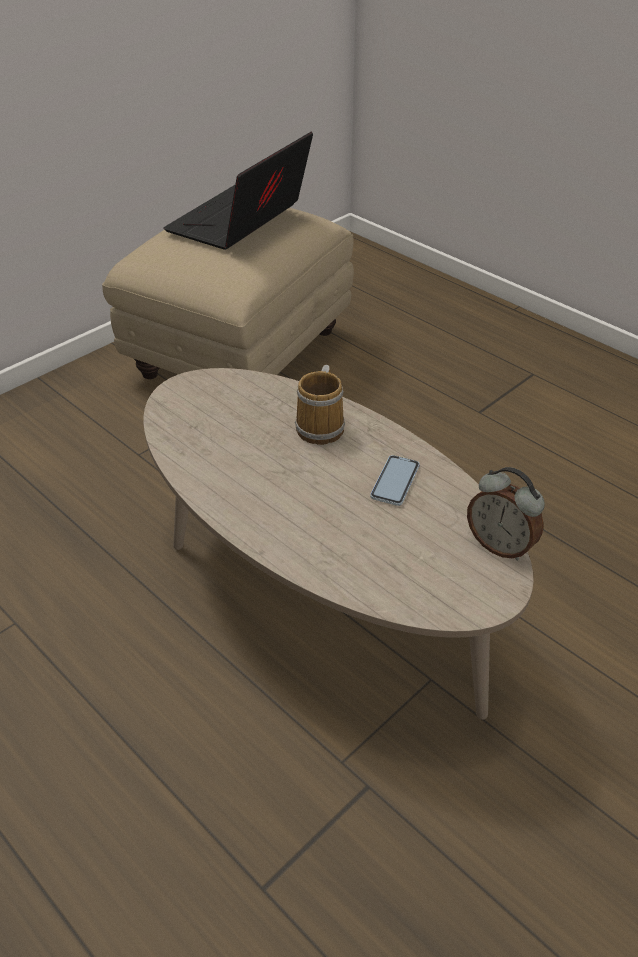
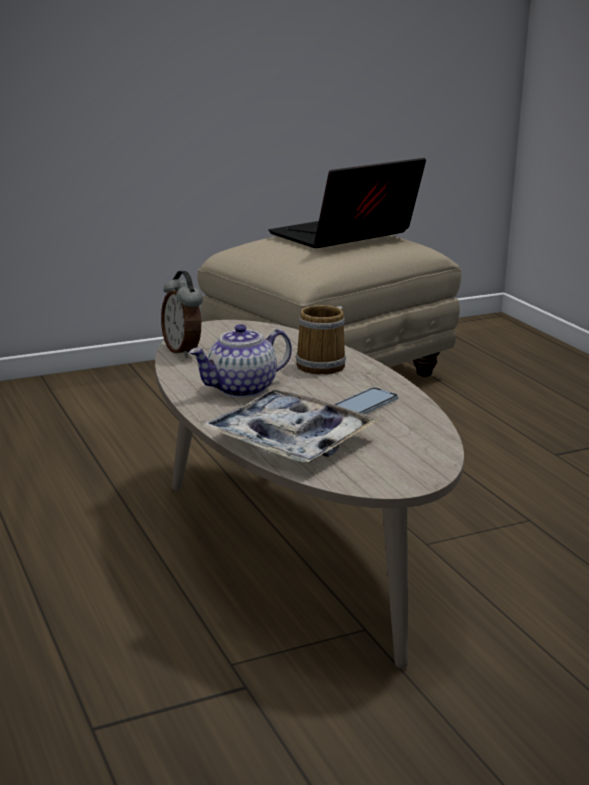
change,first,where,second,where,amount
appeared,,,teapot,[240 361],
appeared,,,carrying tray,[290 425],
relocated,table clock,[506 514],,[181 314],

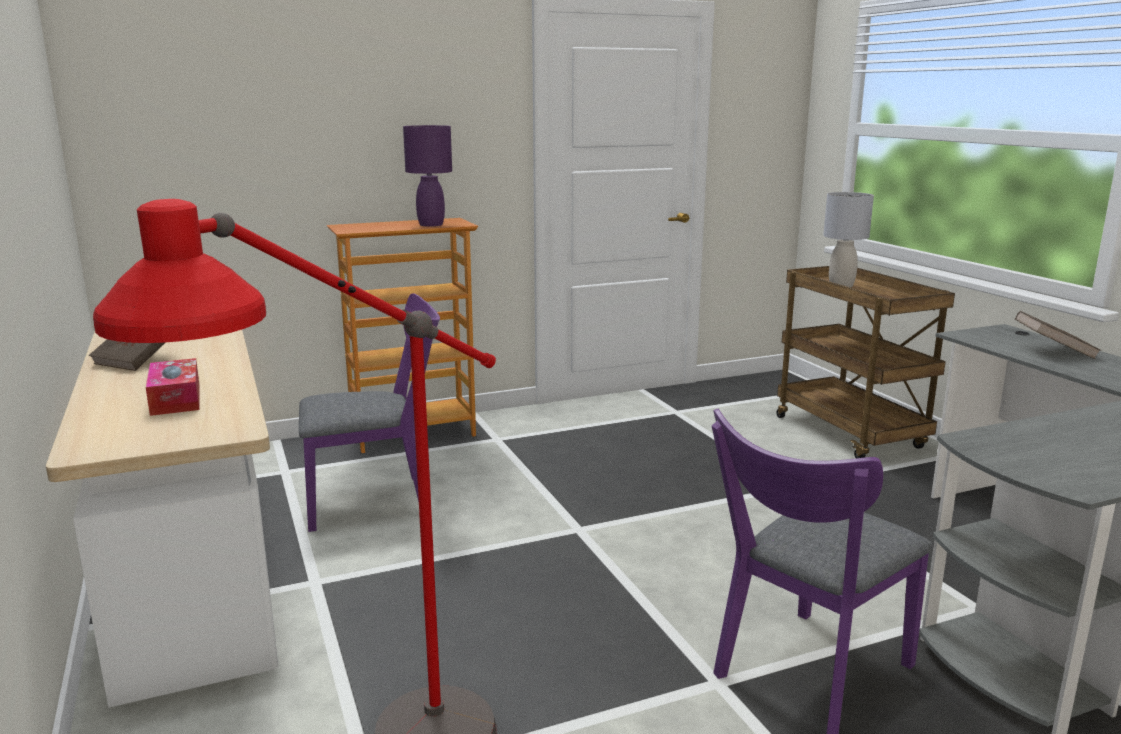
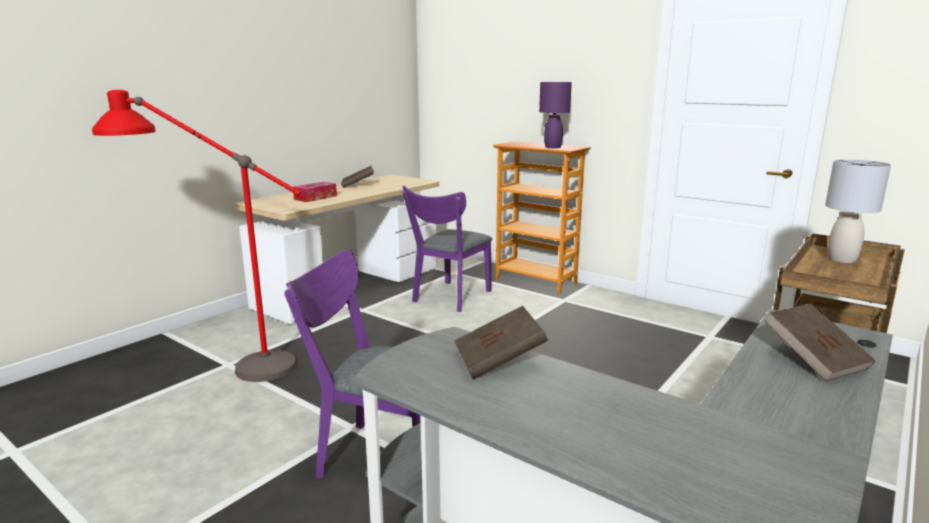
change,first,where,second,where,amount
appeared,,,bound book/brown-coloured,[501 342],
spun,plain chair/purplish,[369 412],,[447 249],75 degrees clockwise

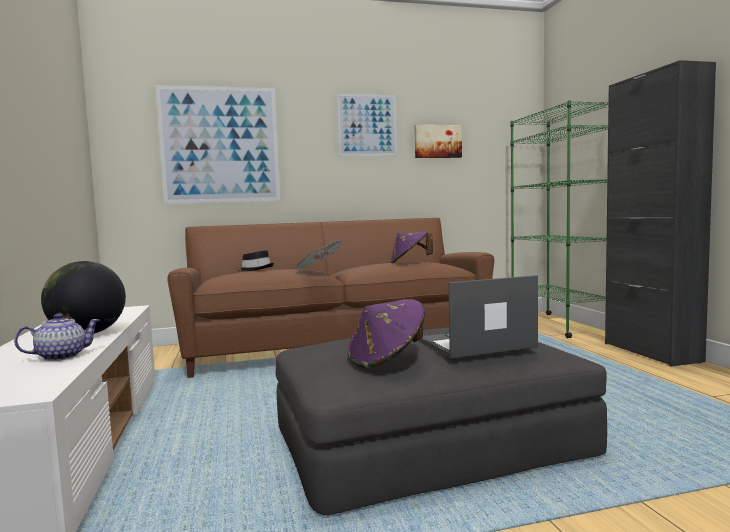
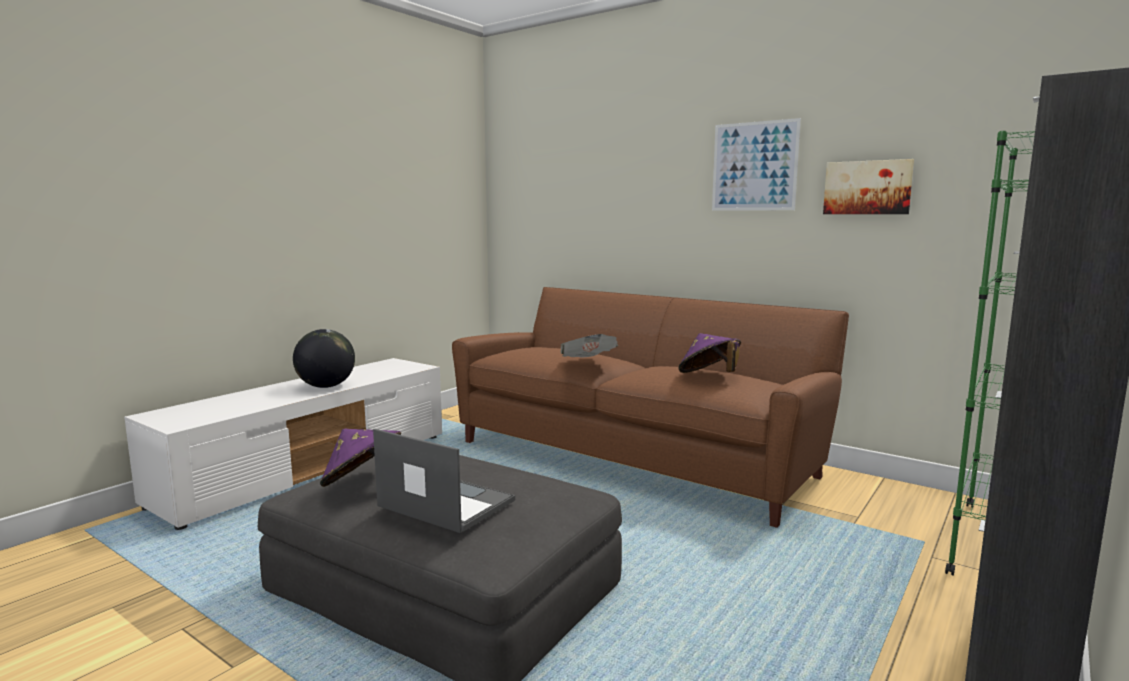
change,first,where,second,where,amount
missing,teapot,[57 337],,,
missing,picture,[217 144],,,
missing,hat/black-coloured,[255 261],,,

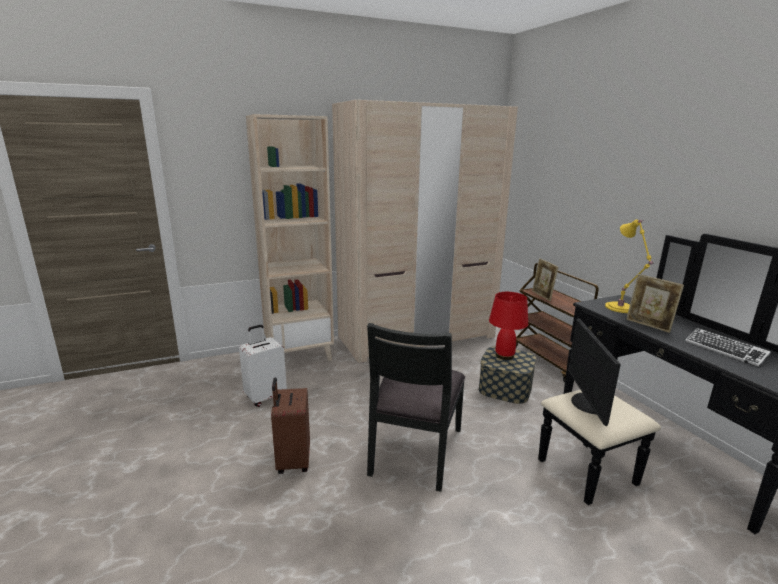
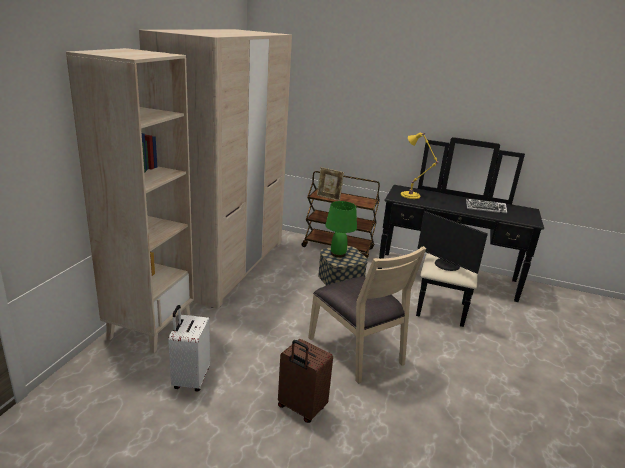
change,first,where,second,where,amount
missing,standing frame,[655 303],,,
colour,plain chair/black-coloured,[416 407],plain chair/beige,[367 315],
colour,lamp for a table/red,[508 326],lamp for a table/greenish,[341 229],

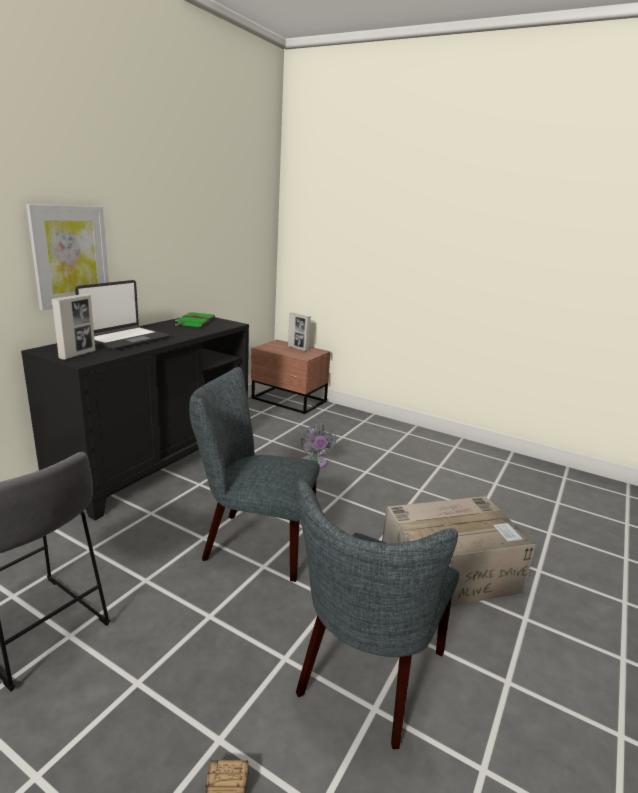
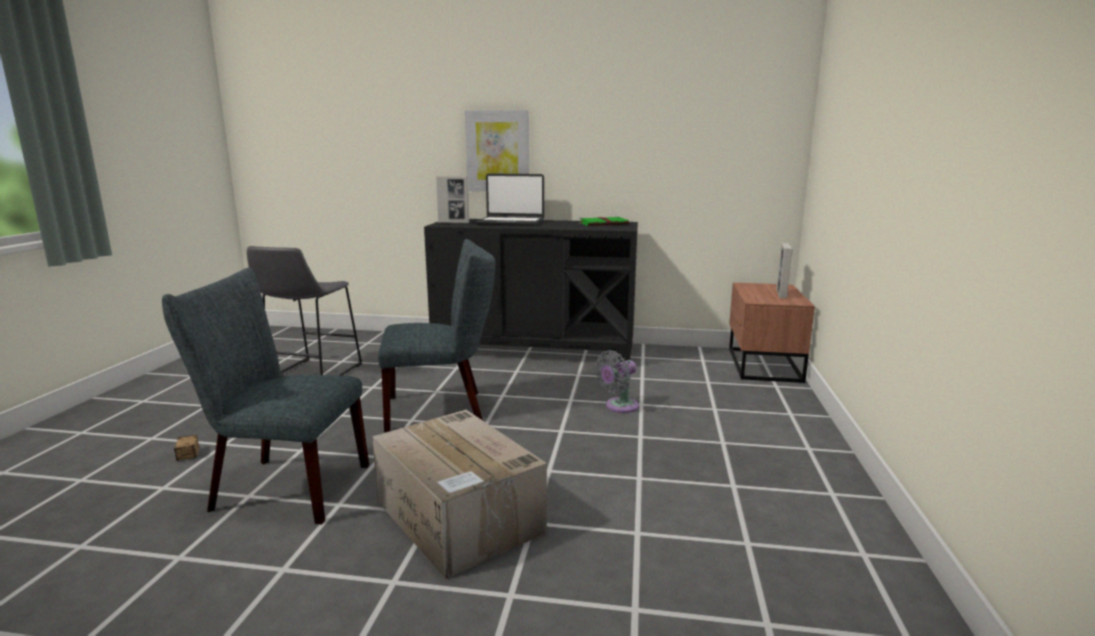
change,first,where,second,where,amount
spun,plain chair/gray,[254 474],,[436 335],90 degrees clockwise

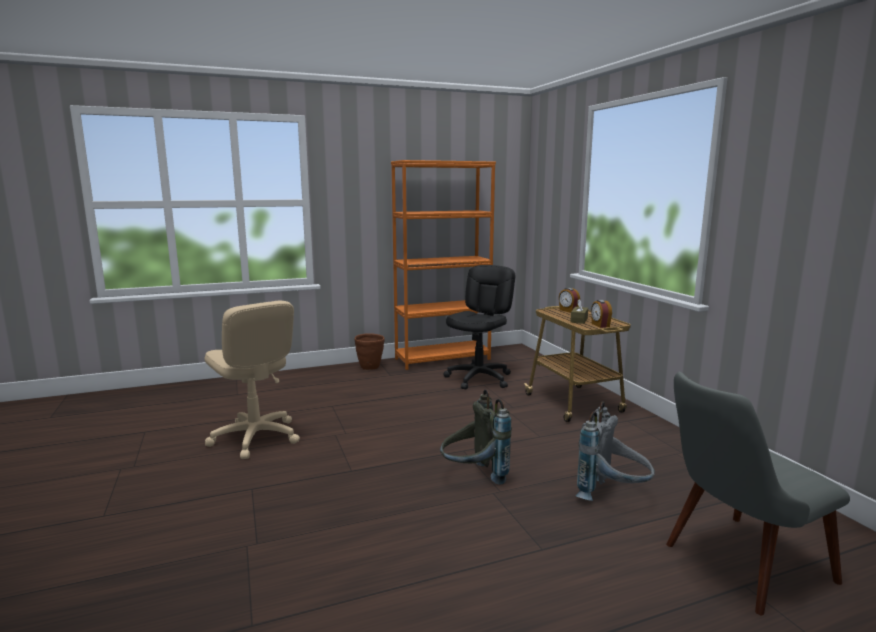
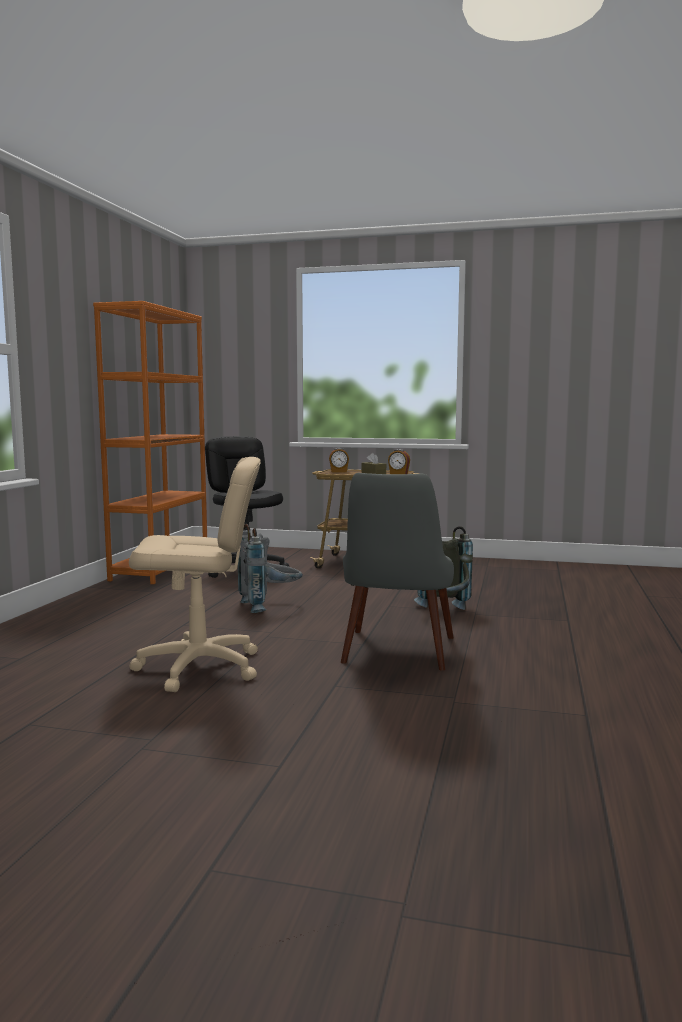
change,first,where,second,where,amount
missing,plant pot/brown-coloured,[369 351],,,
relocated,knapsack/gray,[615 451],,[270 568],
relocated,plain chair/gray,[758 493],,[397 572],

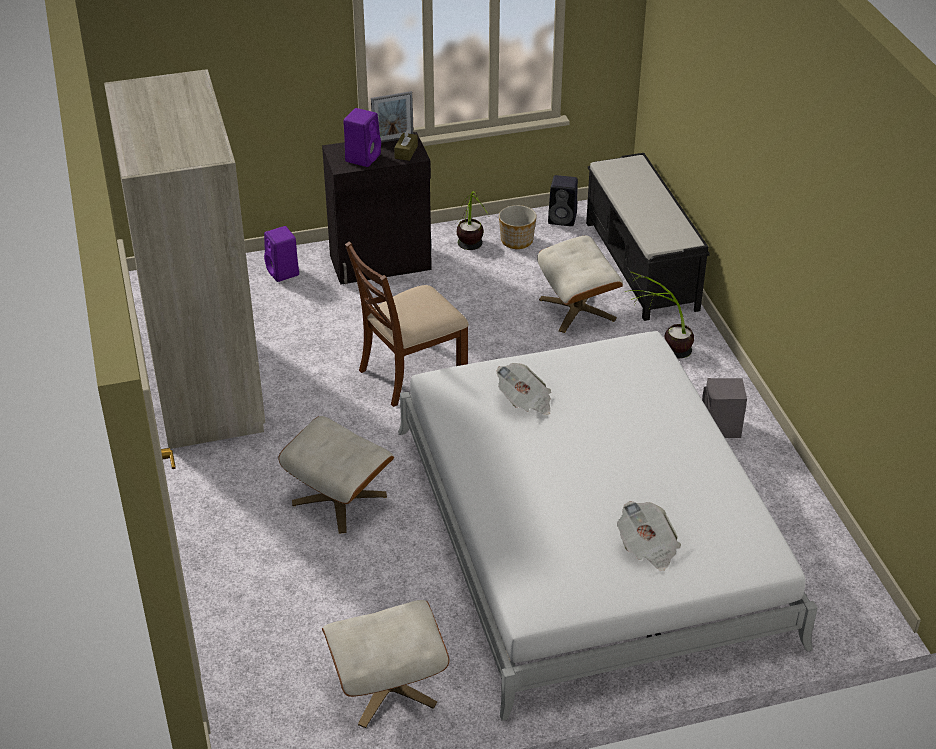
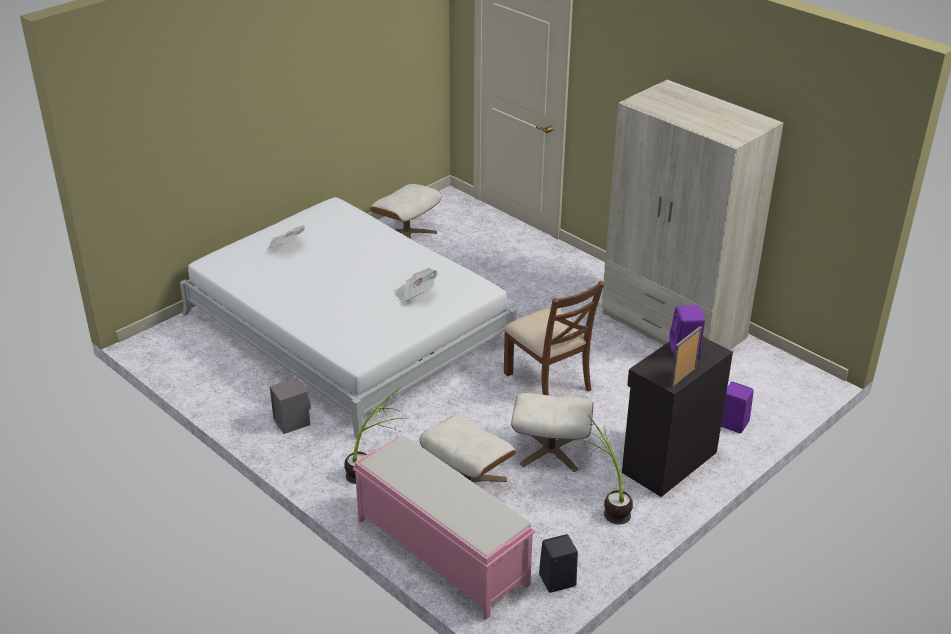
change,first,where,second,where,amount
missing,tissue holder/brown-coloured,[406 145],,,
missing,plant pot,[518 227],,,
relocated,ottoman/beige,[336 475],,[552 432],
colour,long seat/black-coloured,[648 237],long seat/pink,[444 527],
spun,plain chair/brown-coloured,[407 324],,[554 338],120 degrees clockwise

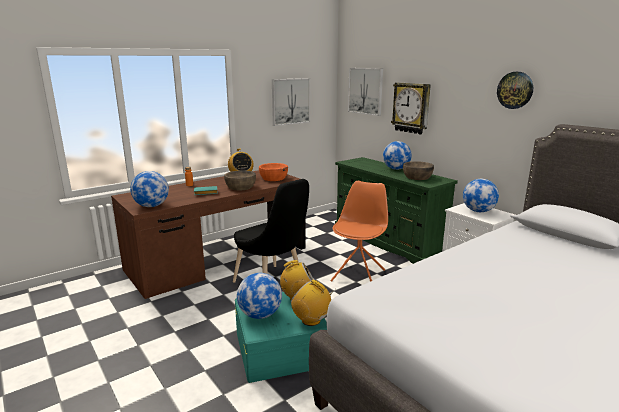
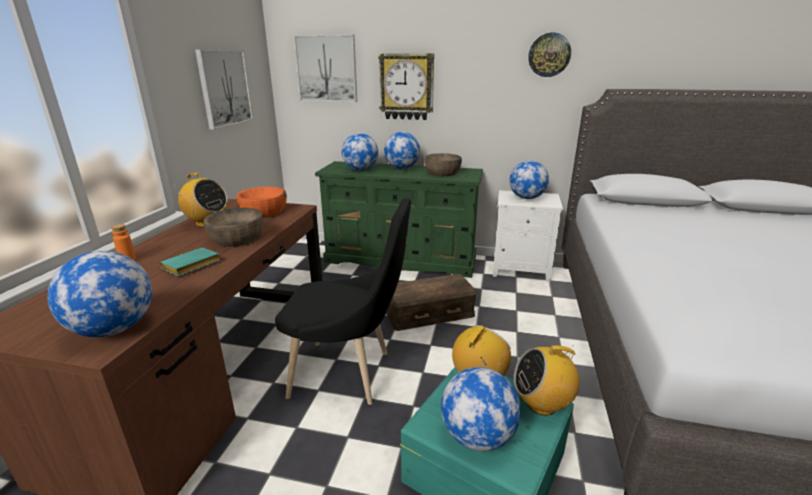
change,first,where,second,where,amount
appeared,,,globe,[359 152],
exchanged,plain chair/orange-coloured,[359 231],storage box/brown-coloured,[431 302],

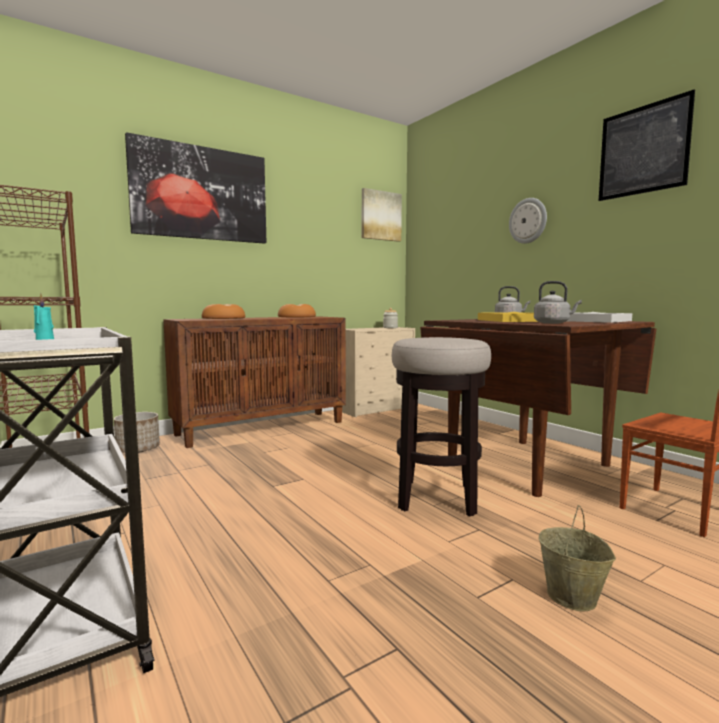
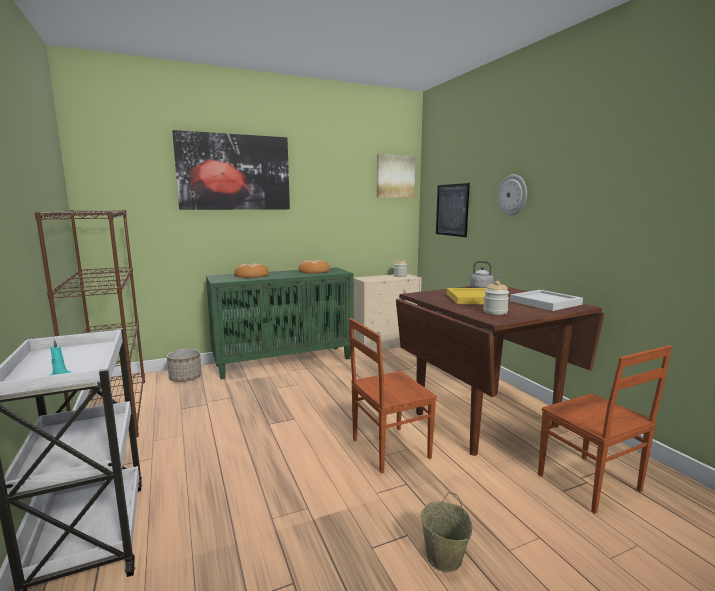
change,first,where,second,where,amount
relocated,picture,[647 145],,[453 210],
exchanged,stool seat,[441 426],plain chair/brown-coloured,[393 396],
exchanged,kettle/gray,[558 302],storage jar,[496 298],
colour,storage cabinet/brown-coloured,[254 382],storage cabinet/greenish,[280 323],

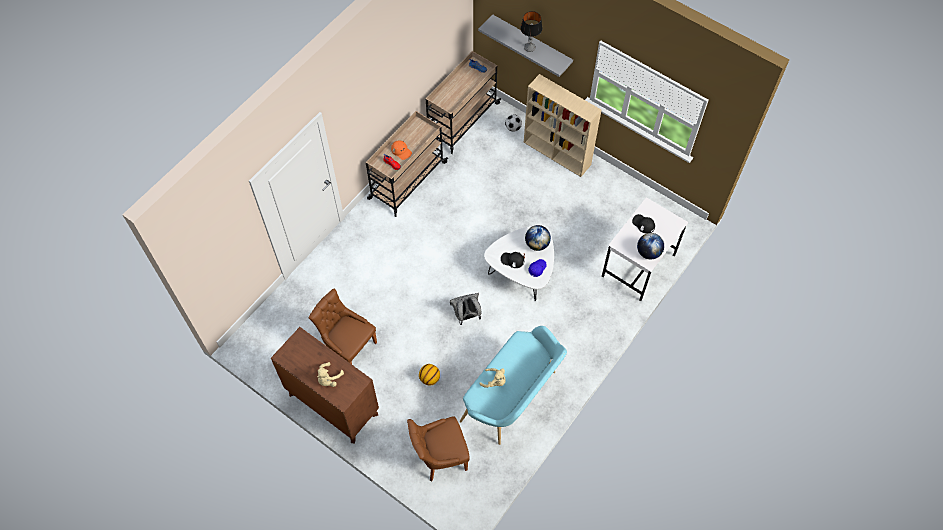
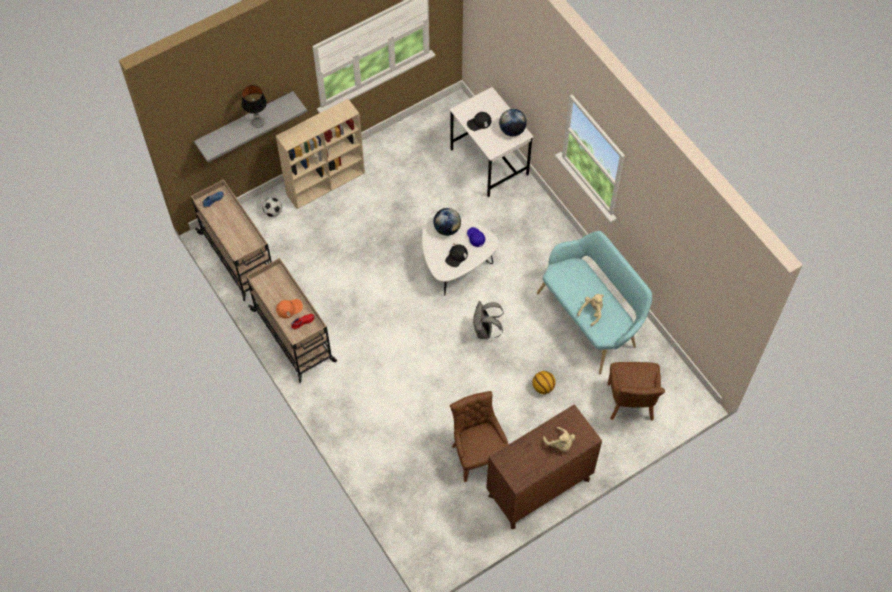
change,first,where,second,where,amount
spun,plain chair/brown-coloured,[343 326],,[479 436],105 degrees clockwise

